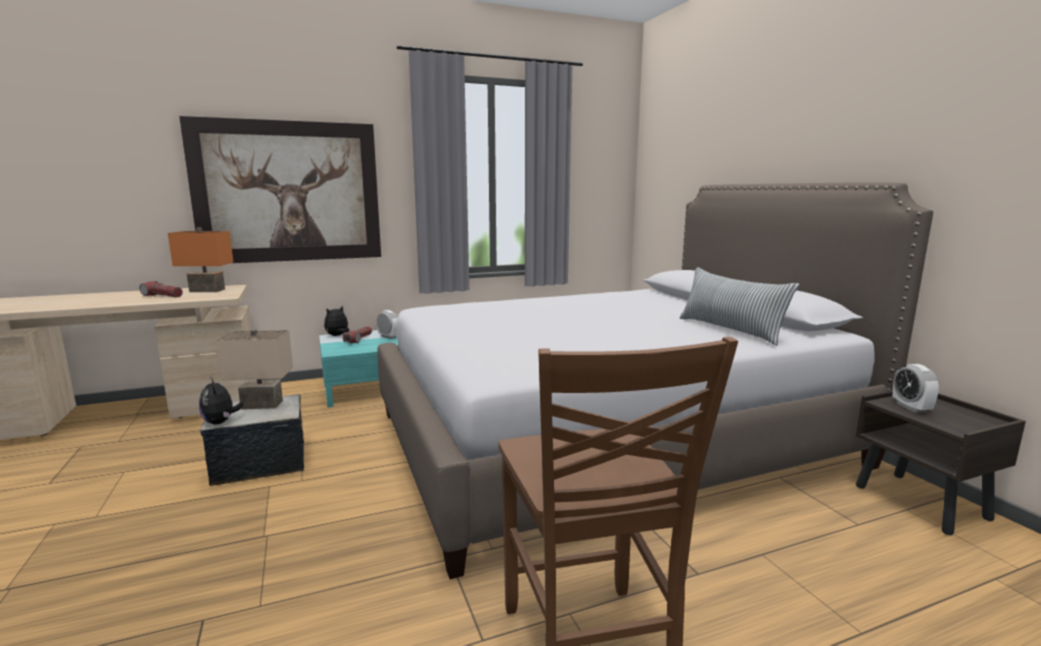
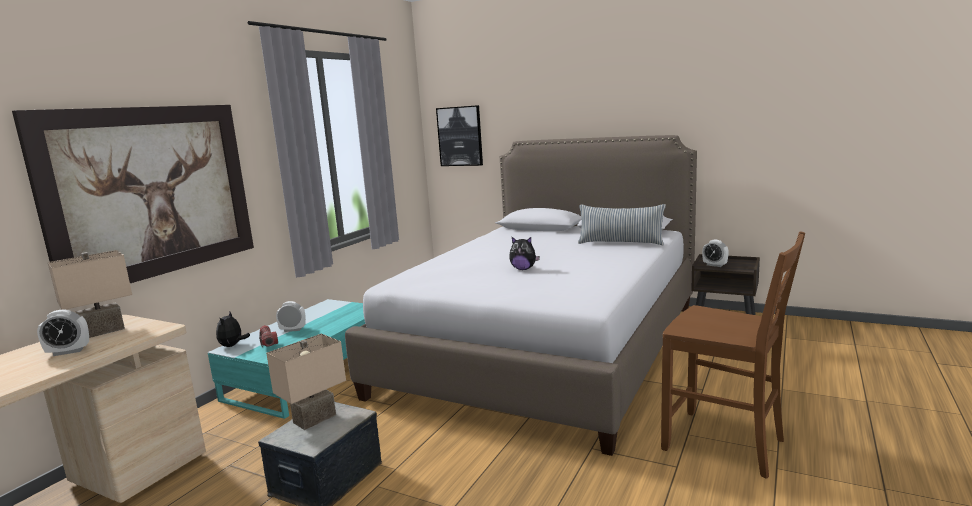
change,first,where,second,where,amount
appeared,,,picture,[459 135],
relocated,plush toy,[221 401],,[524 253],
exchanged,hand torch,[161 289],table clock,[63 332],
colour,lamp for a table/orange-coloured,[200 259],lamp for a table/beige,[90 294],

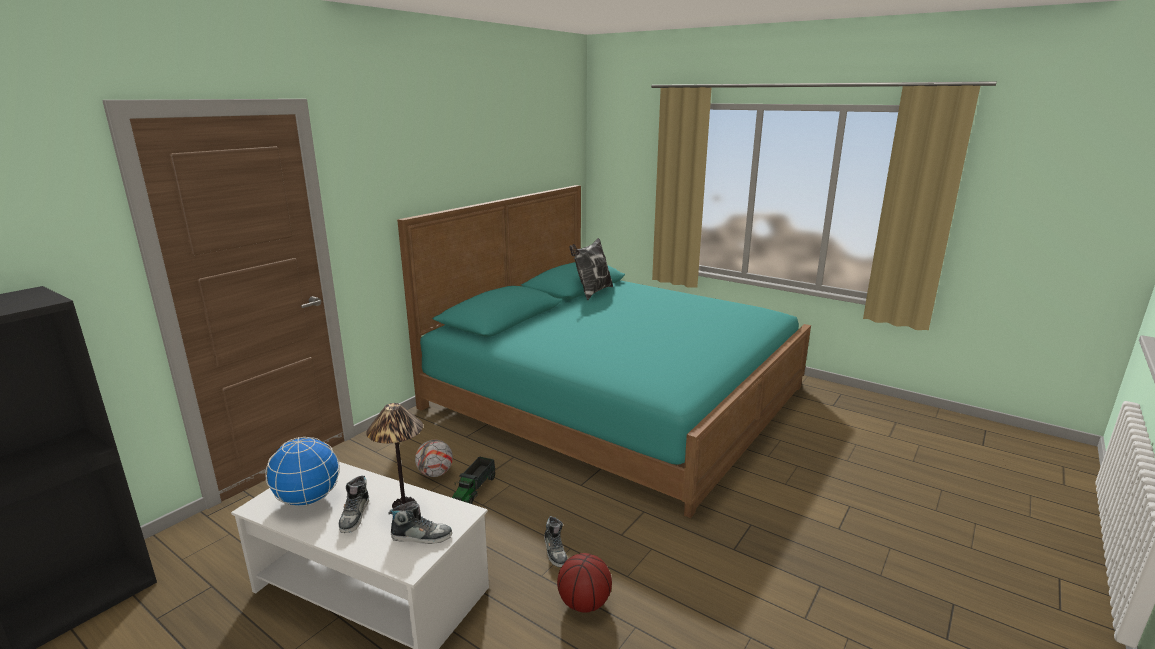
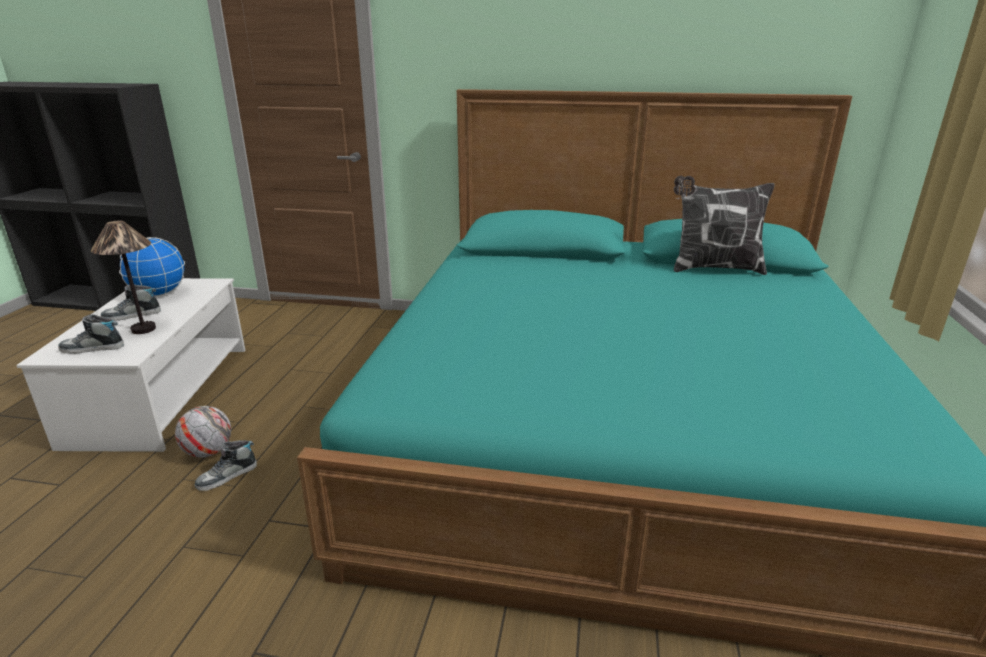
change,first,where,second,where,amount
missing,toy truck,[474 480],,,
missing,ball for basketball,[584 583],,,
relocated,football,[434 458],,[203 431],
spun,low shoe,[420 522],,[91 334],105 degrees clockwise

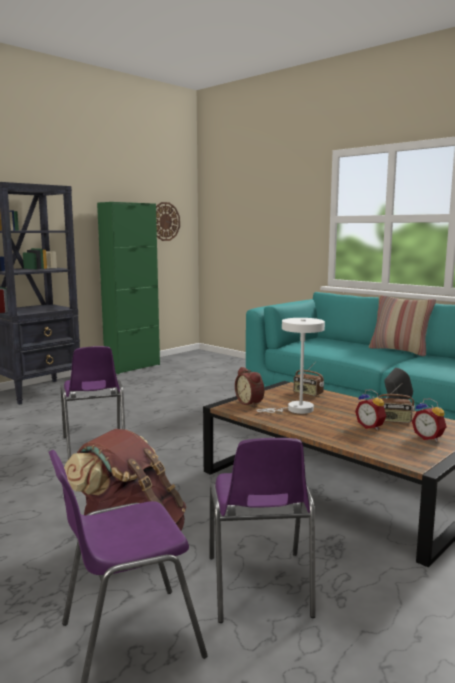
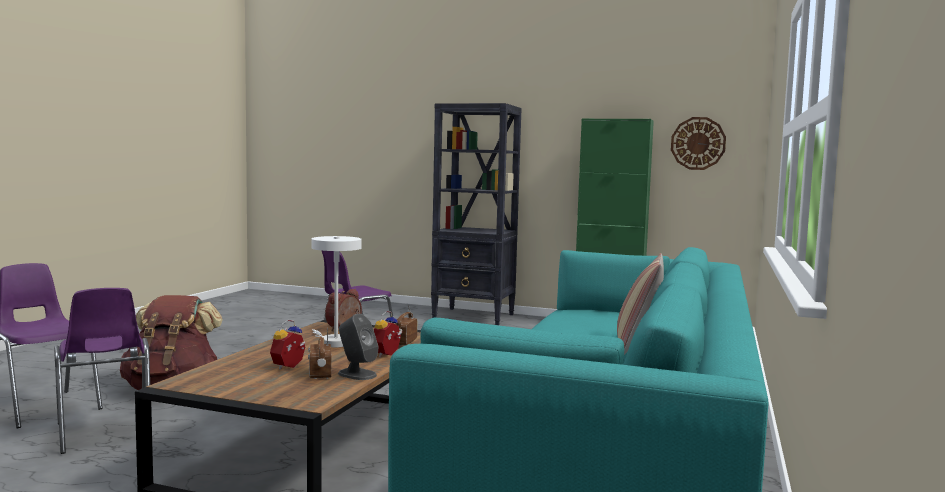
change,first,where,second,where,amount
relocated,table clock,[429 419],,[388 334],
spun,plain chair/purplish,[263 530],,[102 371],90 degrees counterclockwise

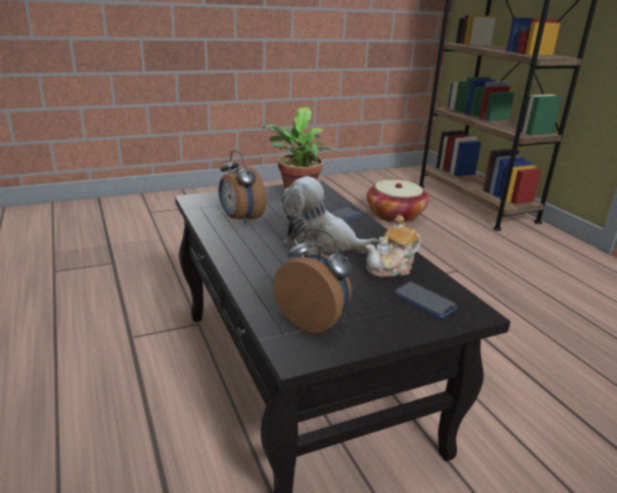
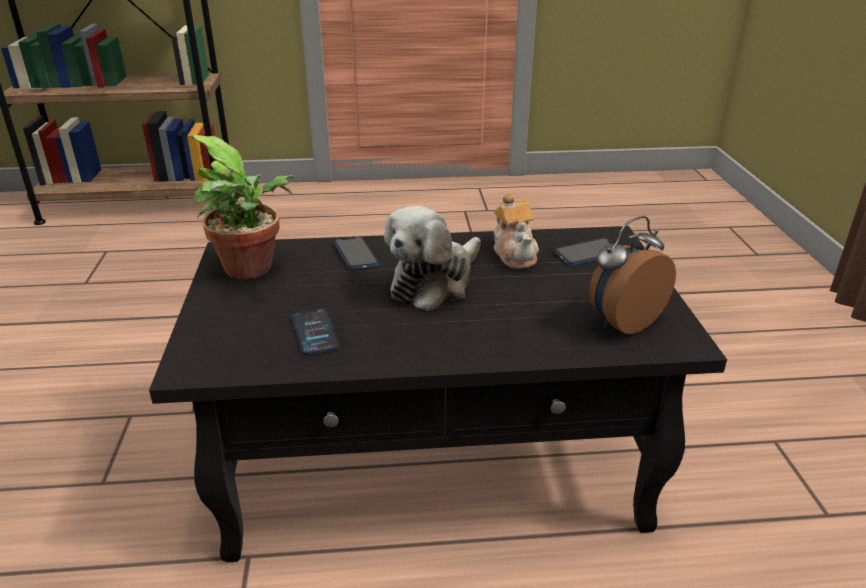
change,first,where,second,where,amount
missing,household basket,[398 201],,,
exchanged,table clock,[242 187],handset,[316 331],

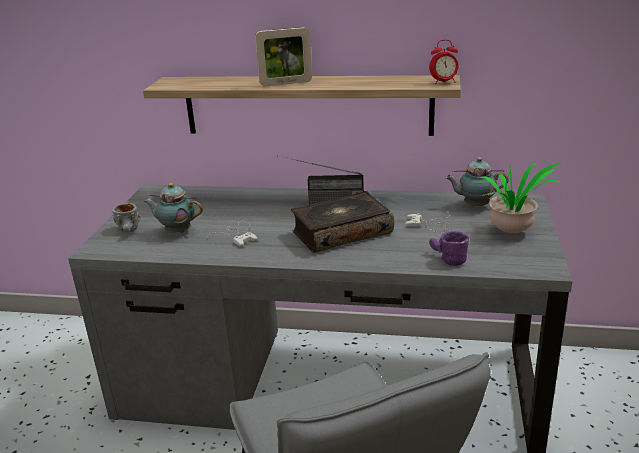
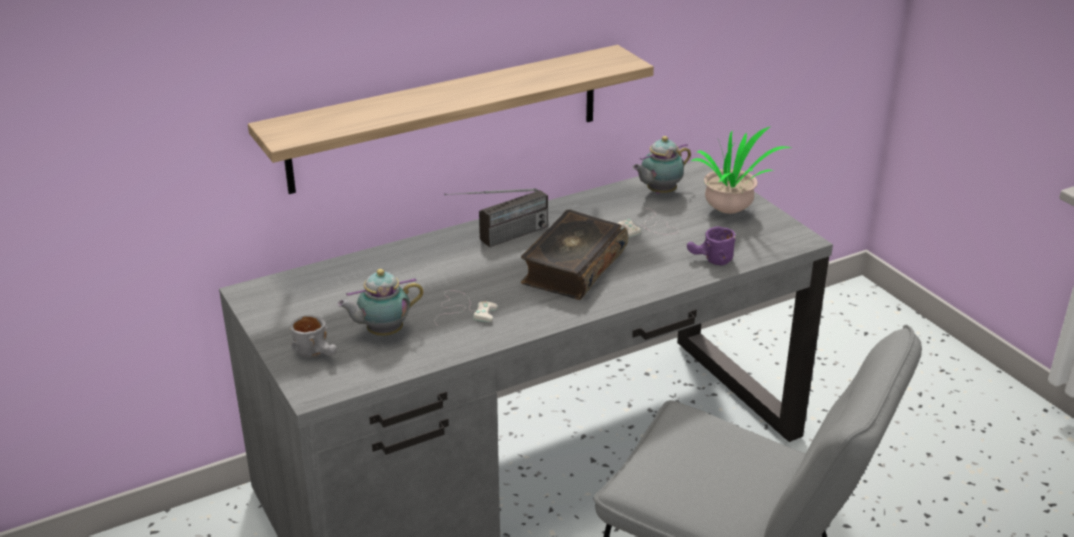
change,first,where,second,where,amount
missing,standing frame,[283 56],,,
missing,table clock,[443 62],,,

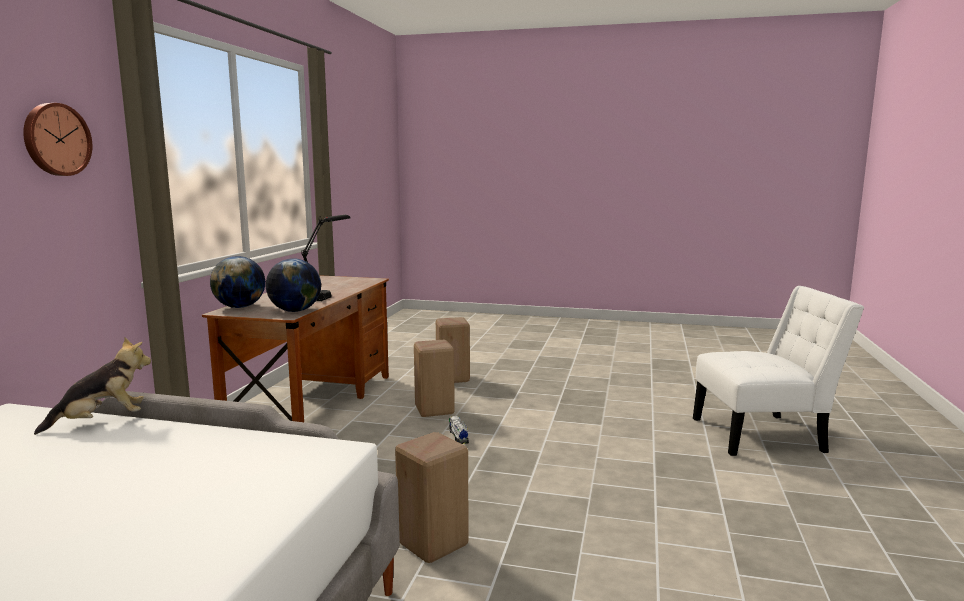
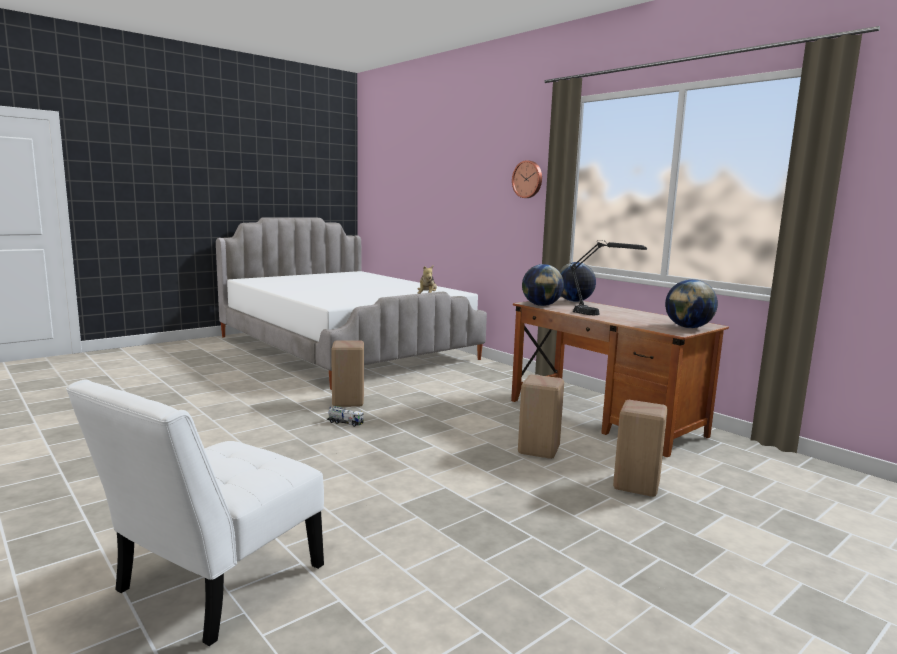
change,first,where,second,where,amount
appeared,,,globe,[691 303],
relocated,toy truck,[459 430],,[345 416],

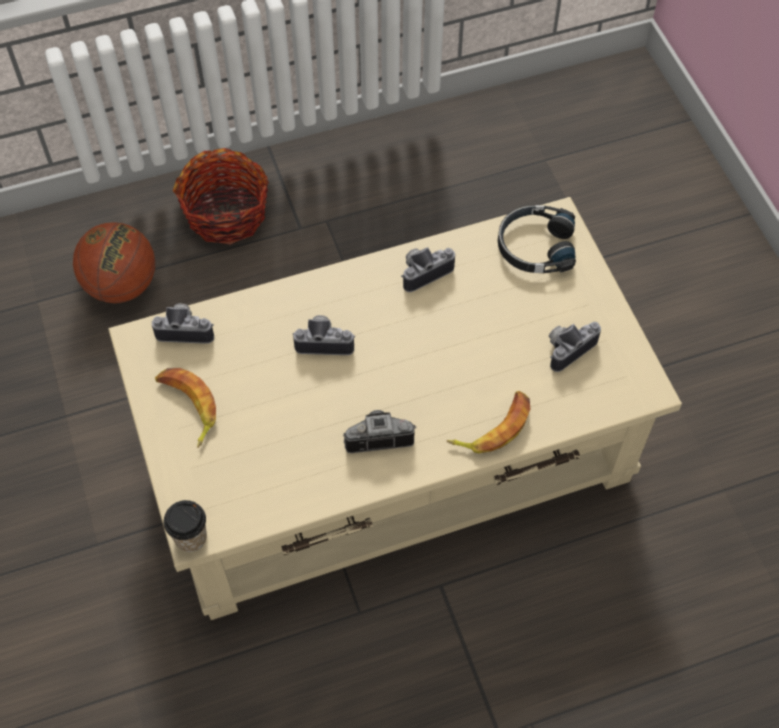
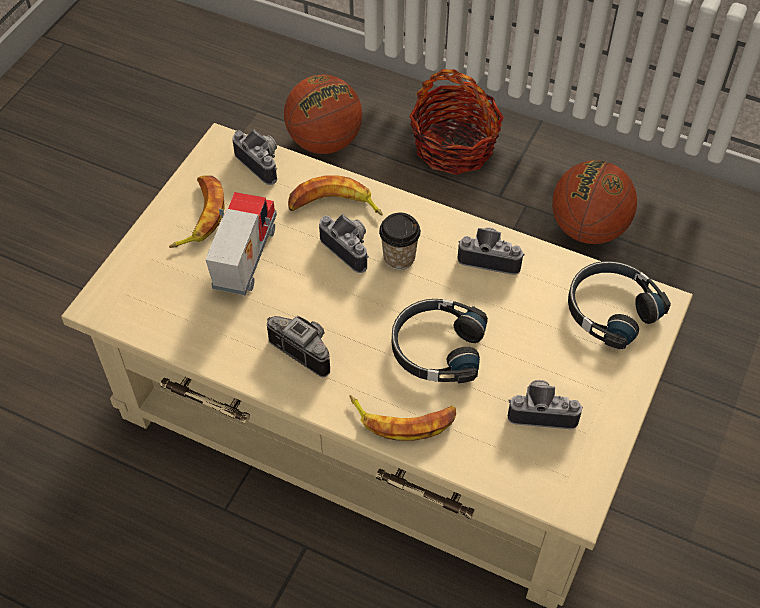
change,first,where,second,where,amount
appeared,,,toy truck,[241 243],
appeared,,,banana fruit,[335 196],
appeared,,,headphones/black-coloured,[440 341],
appeared,,,ball for basketball,[594 202],
relocated,cup,[185 526],,[400 241],

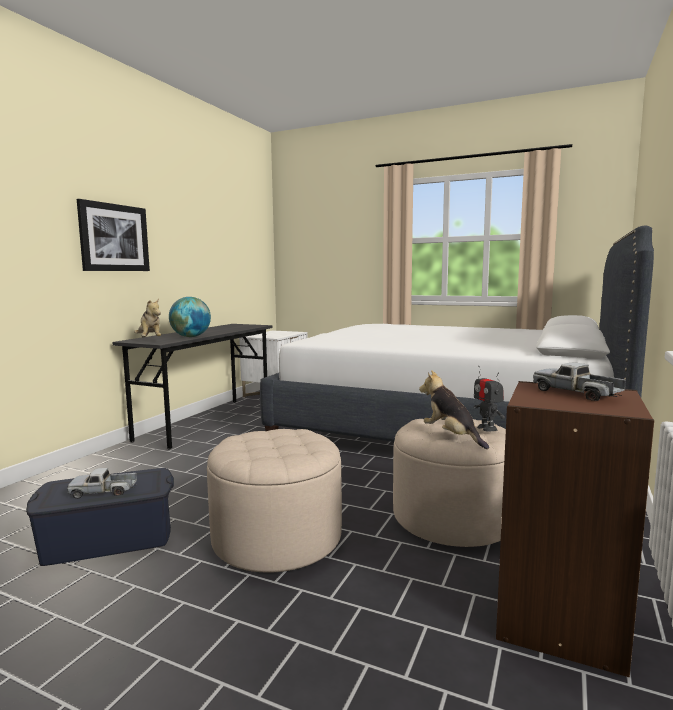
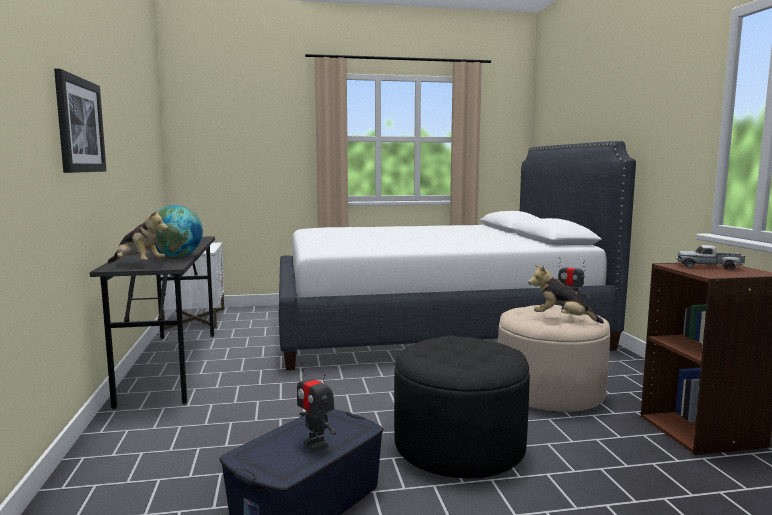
change,first,where,second,where,amount
exchanged,toy truck,[102 483],toy robot,[316 406],
colour,ottoman/beige,[274 501],ottoman/black-coloured,[462 407],

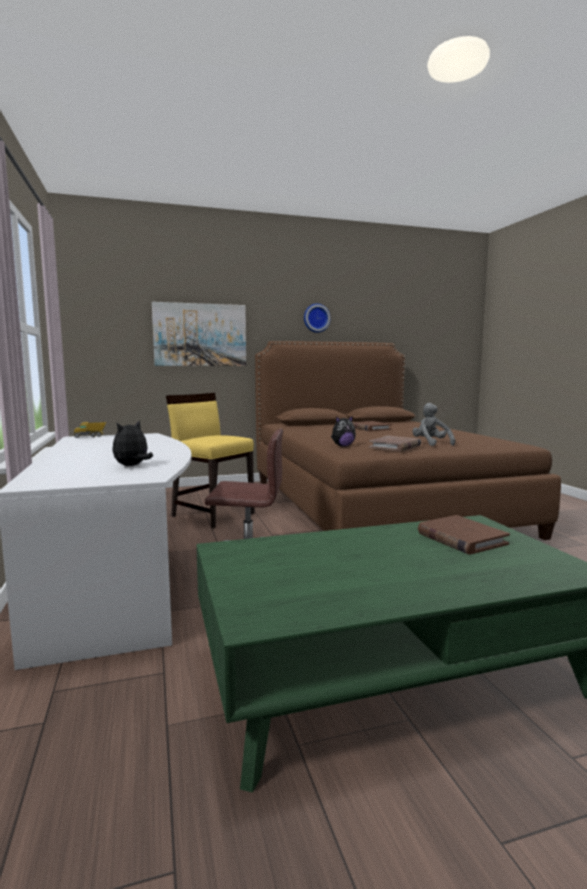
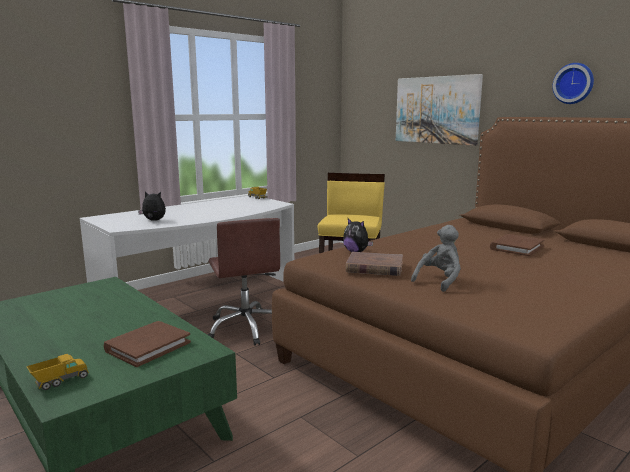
change,first,where,second,where,amount
appeared,,,toy truck,[57 372],

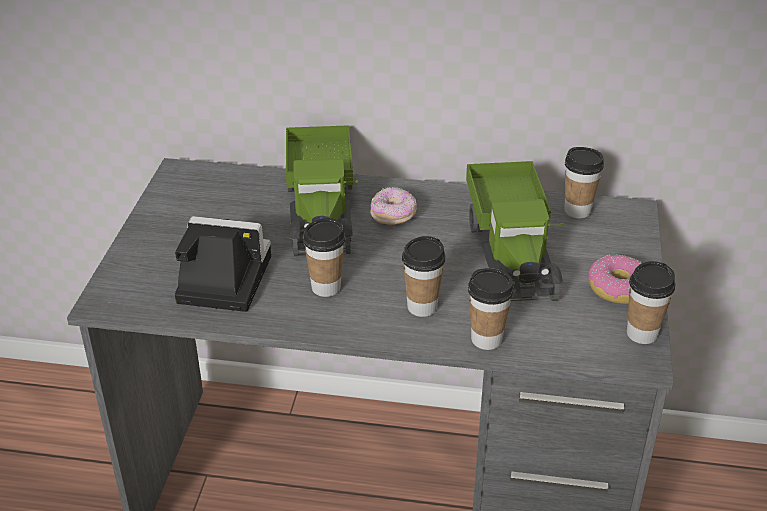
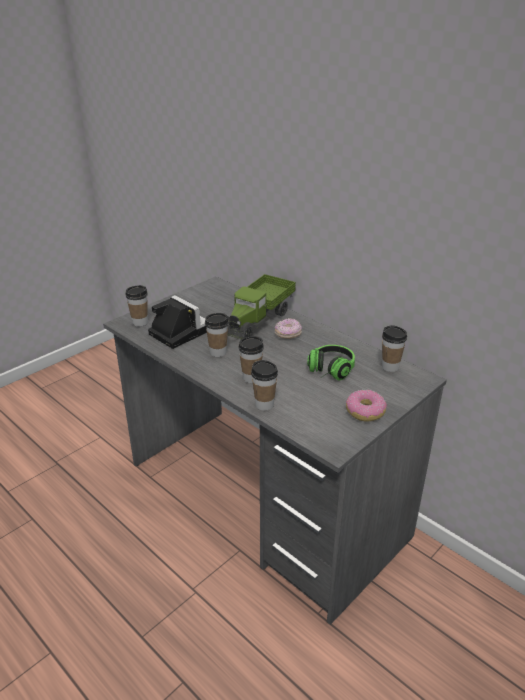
change,first,where,second,where,amount
relocated,cup,[651 302],,[136 306],
exchanged,toy truck,[515 231],headphones,[331 362],

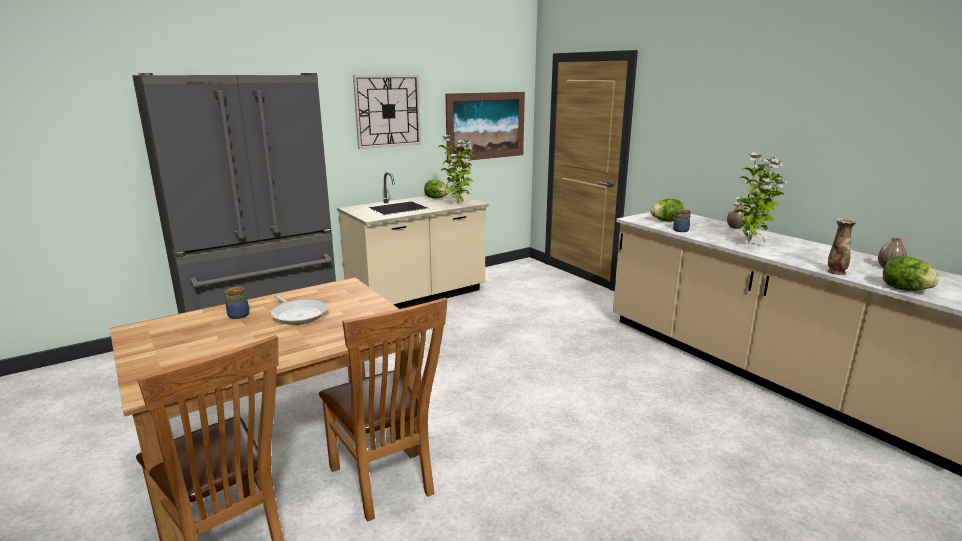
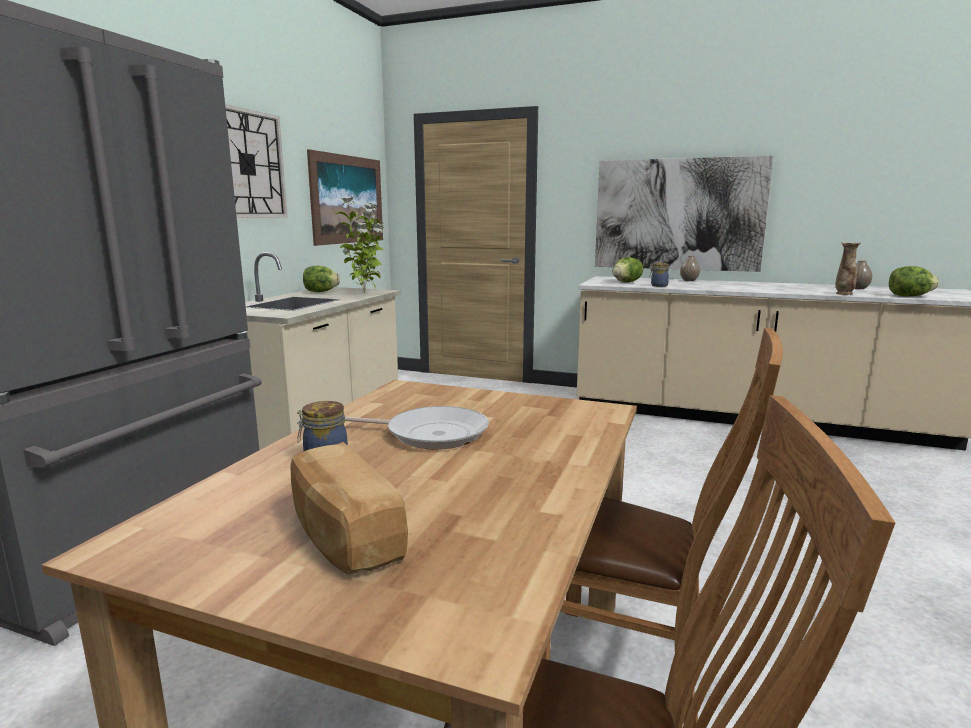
change,first,where,second,where,amount
missing,potted plant,[760 198],,,
appeared,,,bread,[349 508],
appeared,,,picture,[684 214],

